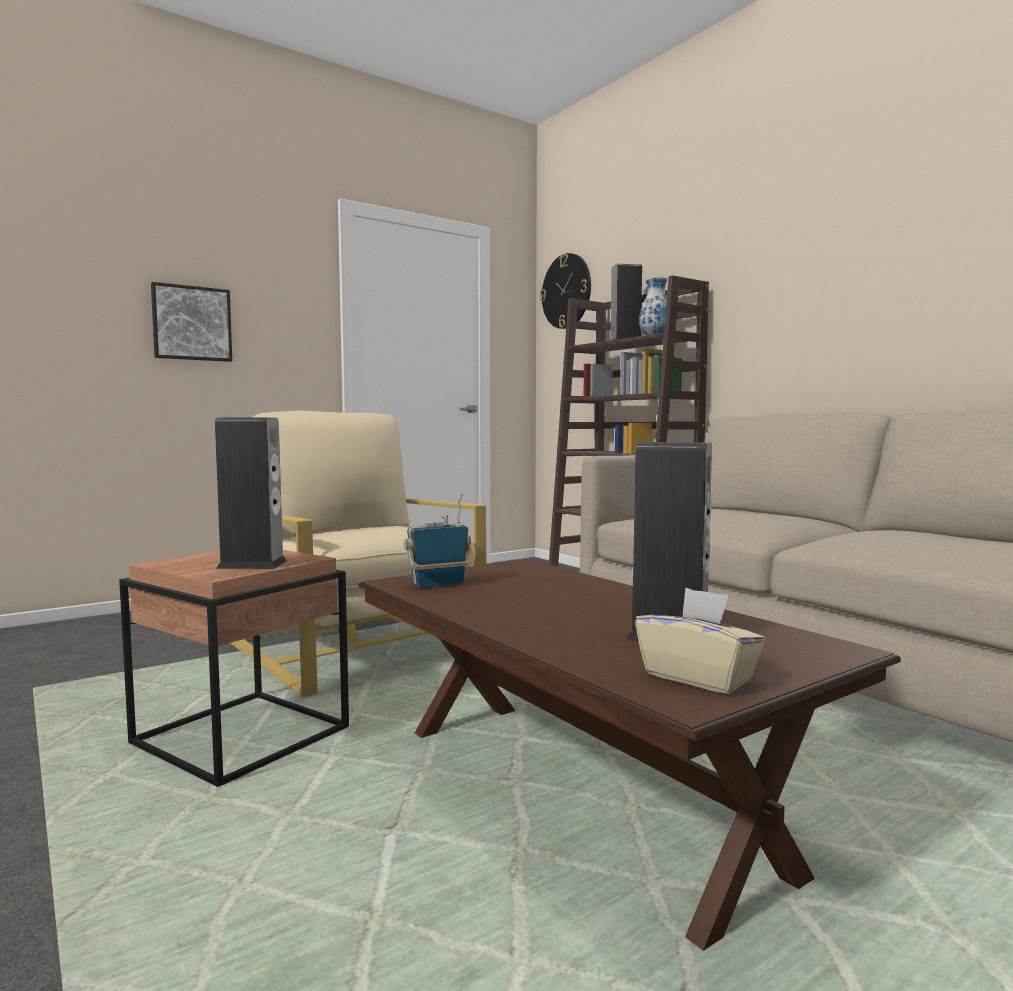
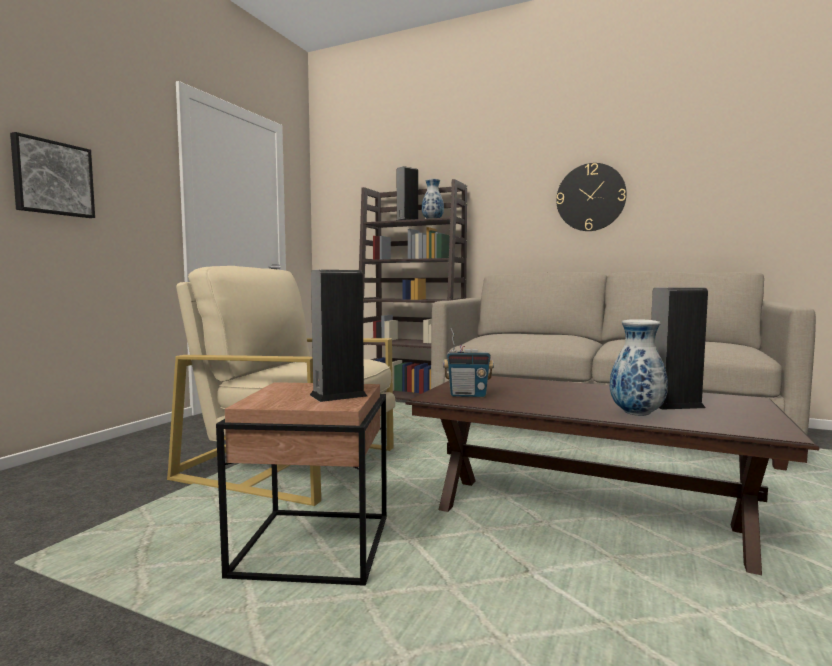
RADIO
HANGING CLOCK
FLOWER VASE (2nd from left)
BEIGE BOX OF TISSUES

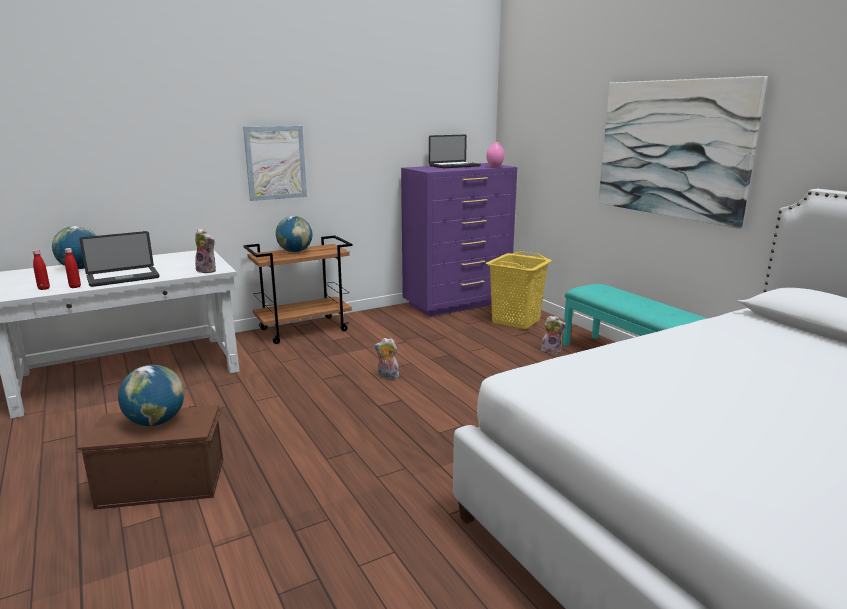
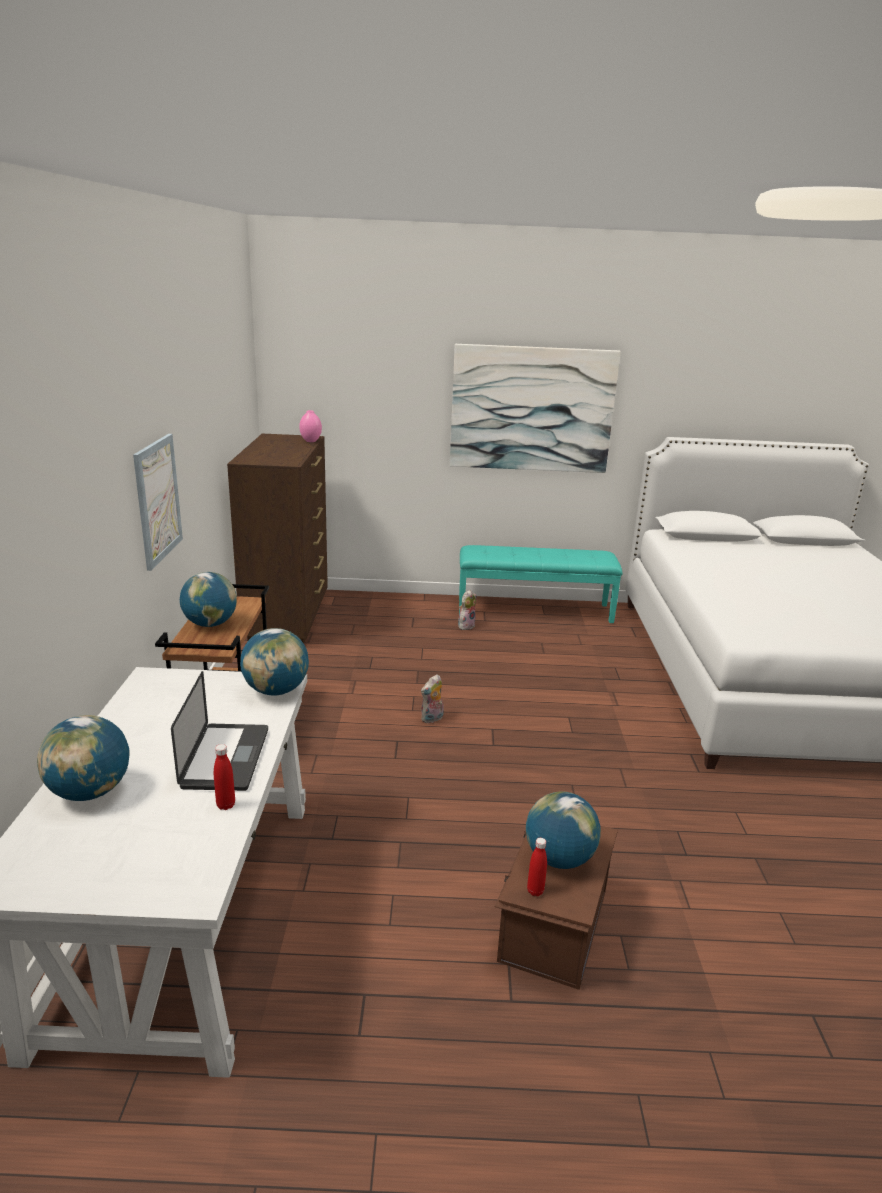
BROWN DRAWER CHEST
DESK GLOBE (3rd from left)
RED-COLOURED DRINK BOTTLE (2nd from left)
PORTABLE COMPUTER (2nd from left in the first image)
YELLOW-COLOURED WASHING BASKET

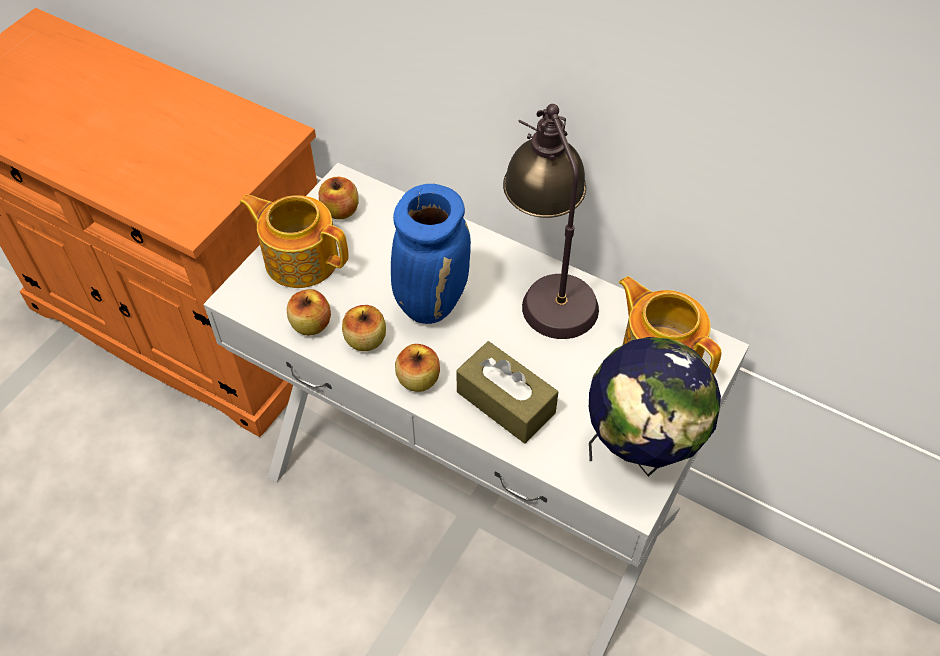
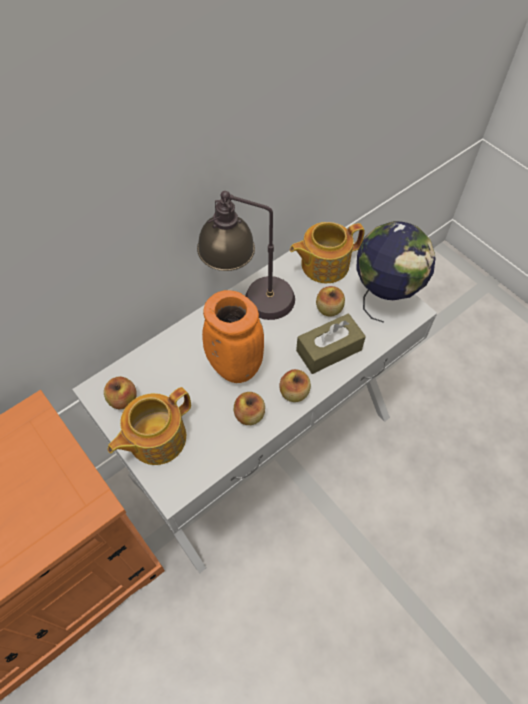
ORANGEY FLOWER VASE
APPLE FRUIT (4th from left)

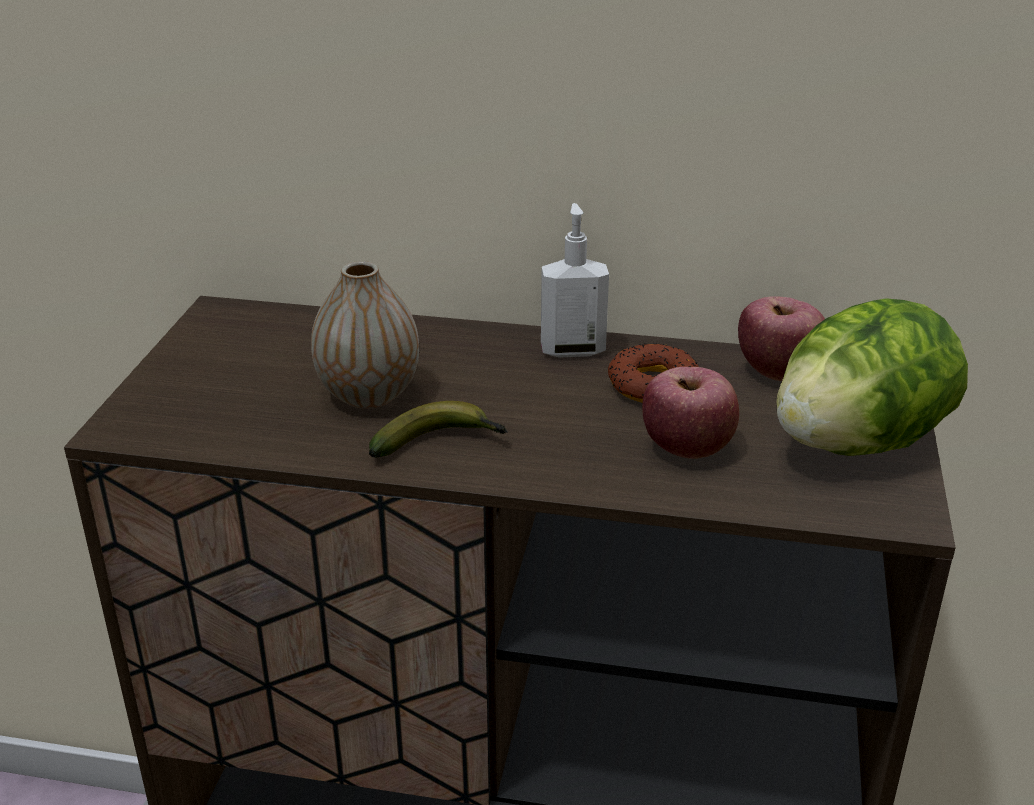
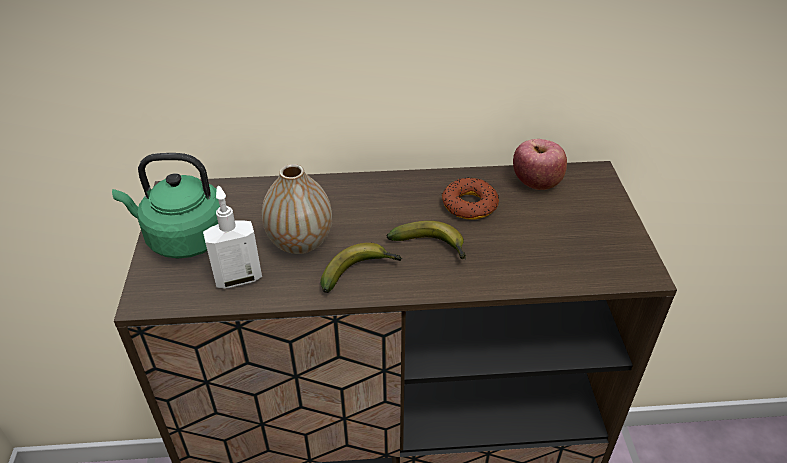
GREEN-COLOURED TEA KETTLE
LIQUID SOAP BOTTLE
WHOLE BANANA (2nd from left)
APPLE FRUIT (1st from left in the first image)
LETTUCE

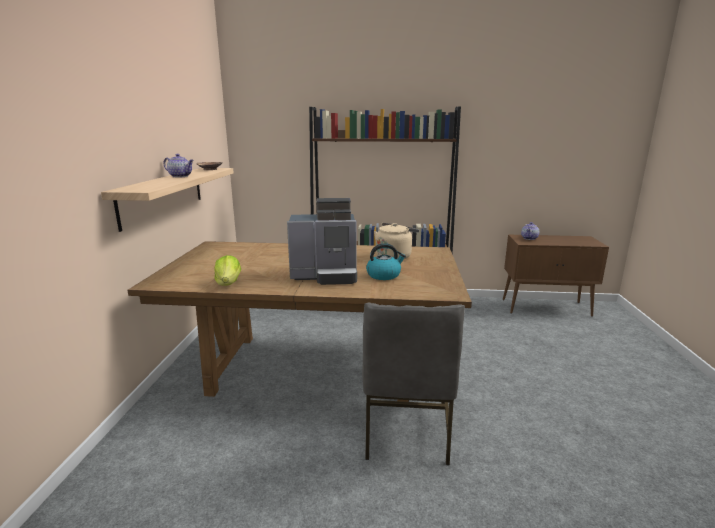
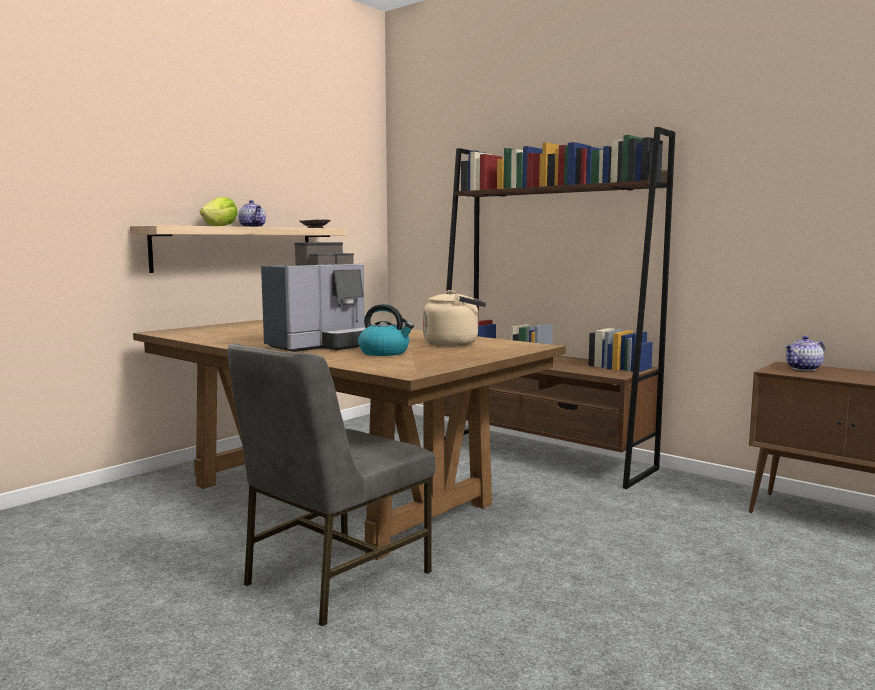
LETTUCE
COFFEE BREWER

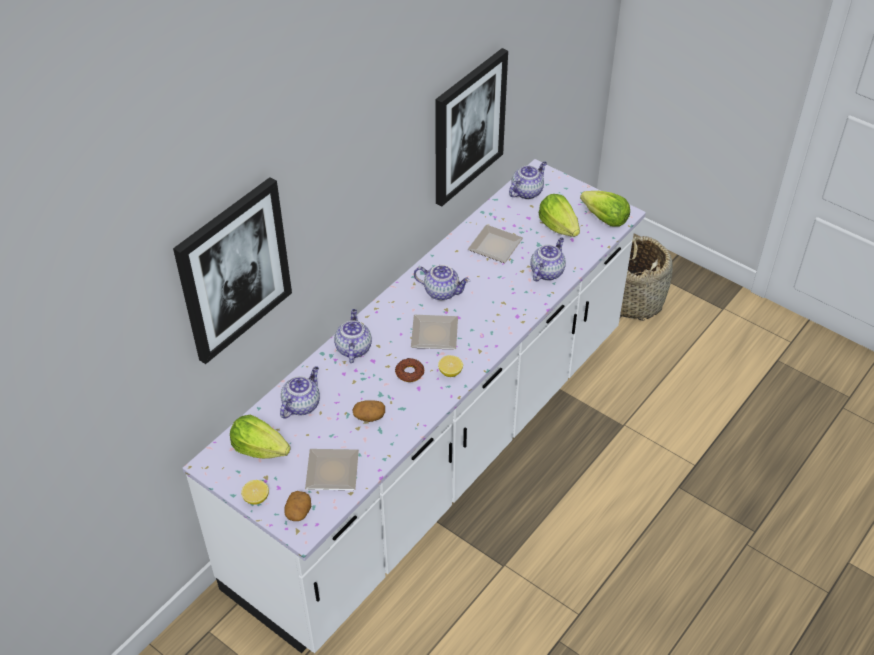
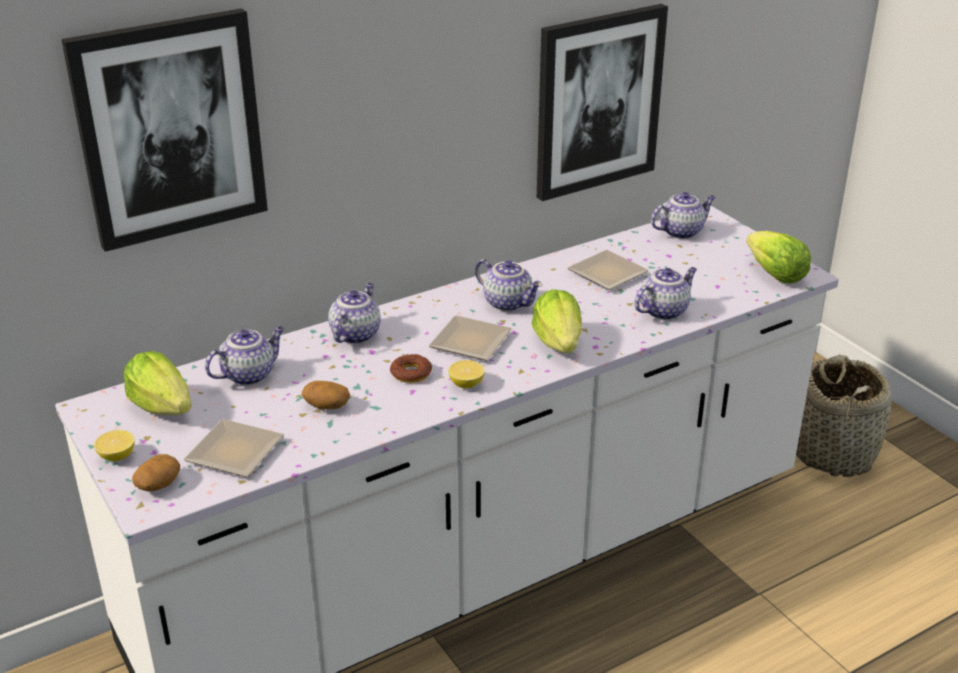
LETTUCE (2nd from left)

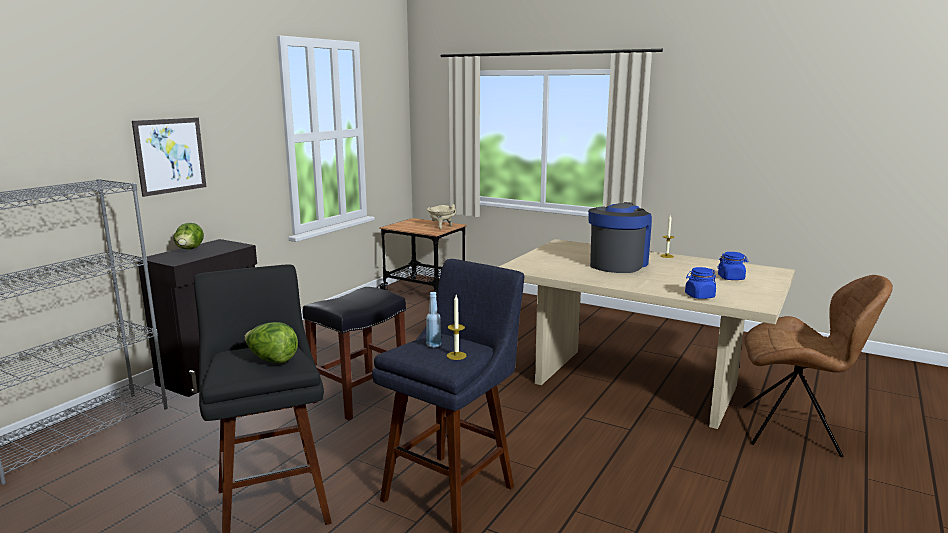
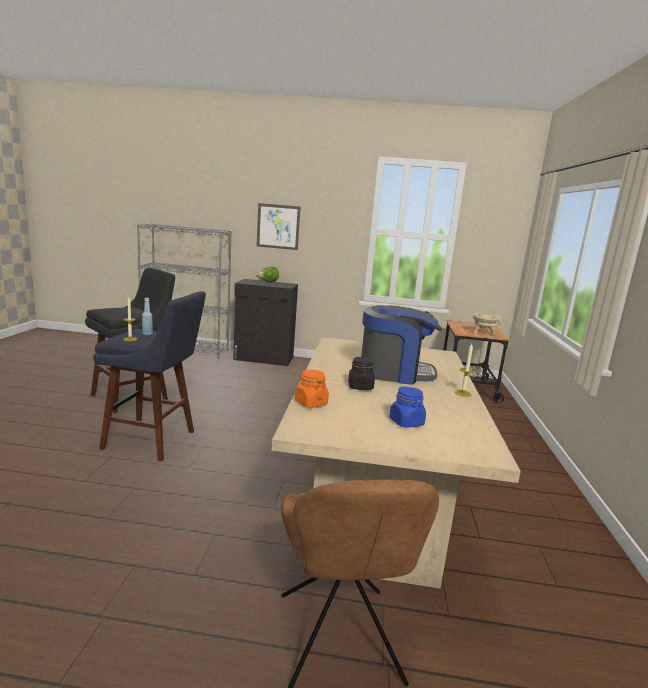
ORANGEY JAR
BLACK-COLOURED JAR
LETTUCE (2nd from left in the first image)
BLACK-COLOURED STOOL (2nd from left in the first image)

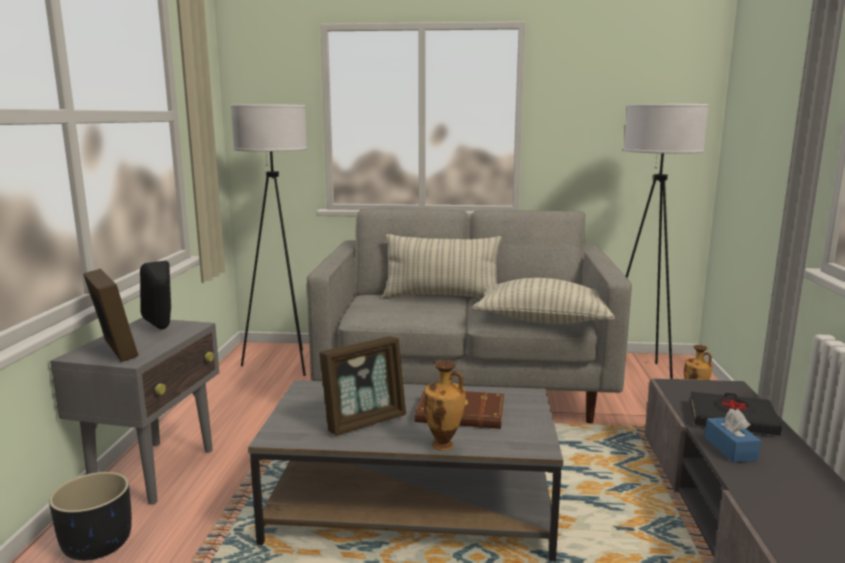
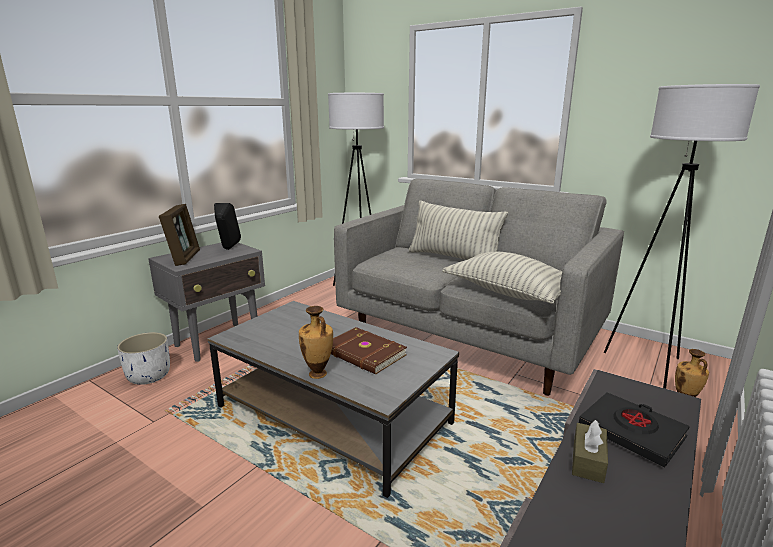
WHITE FLOWER POT
BROWN BOX OF TISSUES
PHOTO FRAME (2nd from left in the first image)

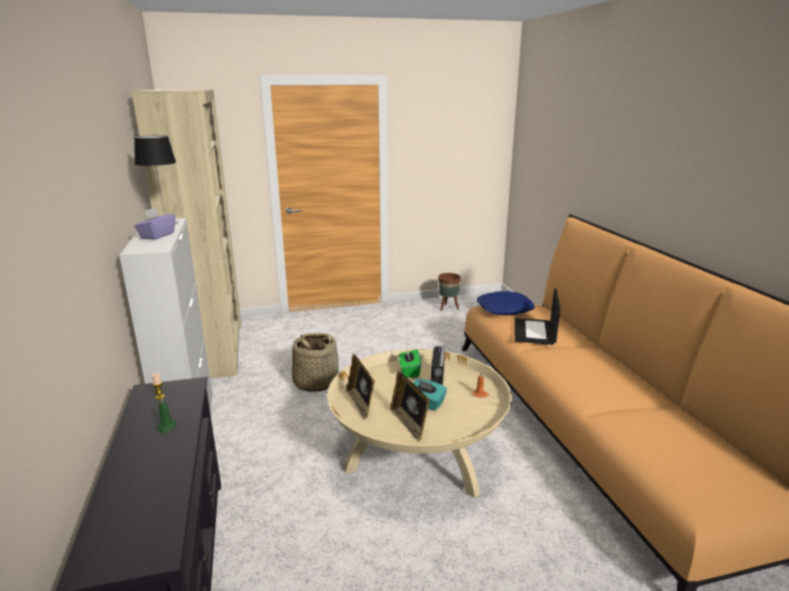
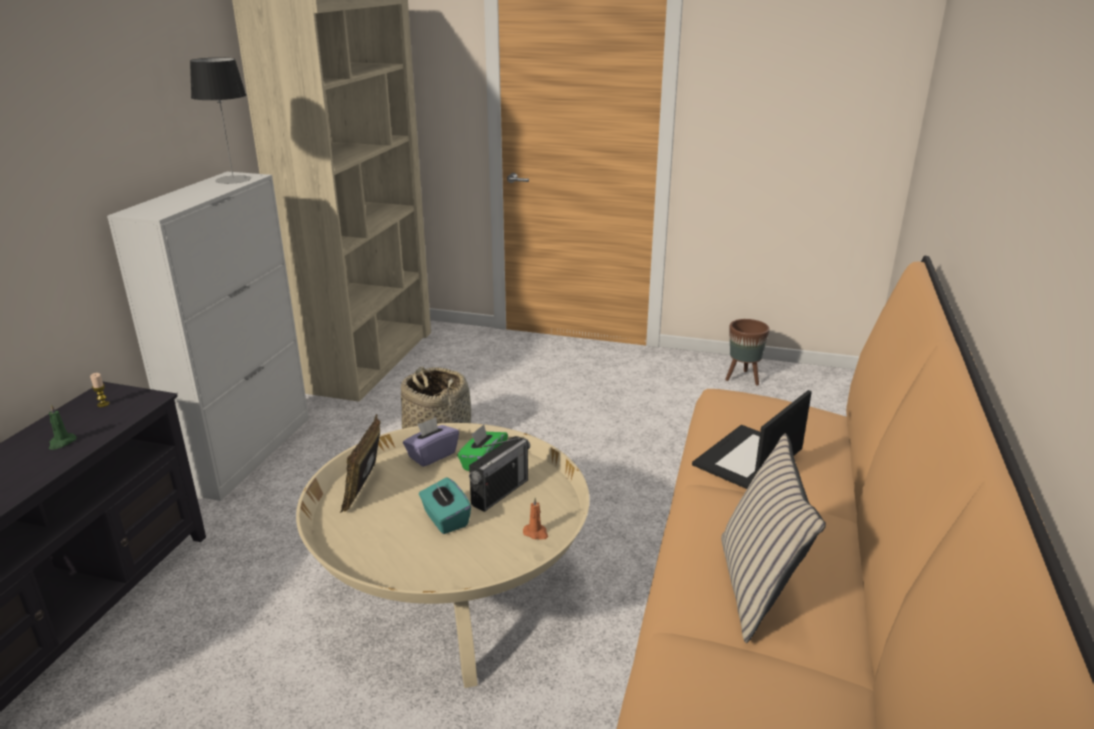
PURPLE-COLOURED BOX OF TISSUES
BEIGE CUSHION
PHOTO FRAME (2nd from left in the first image)
BLUISH CUSHION

